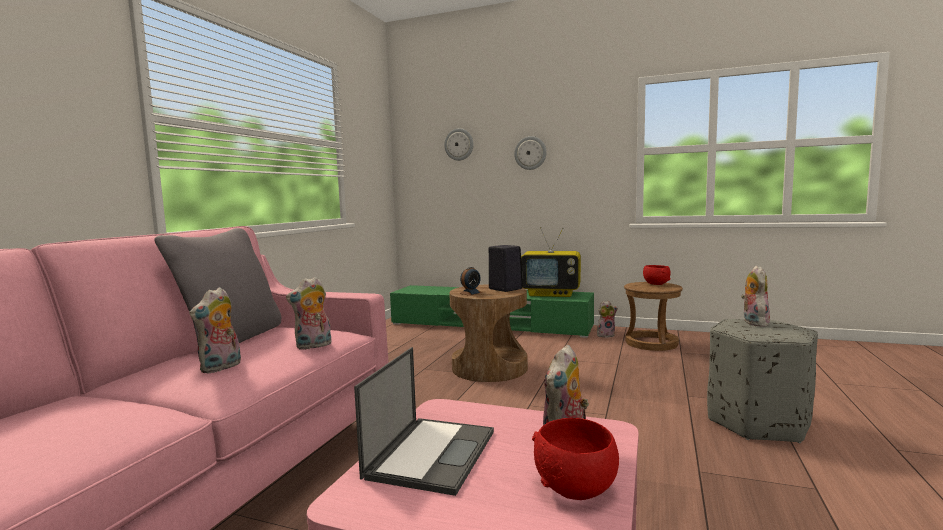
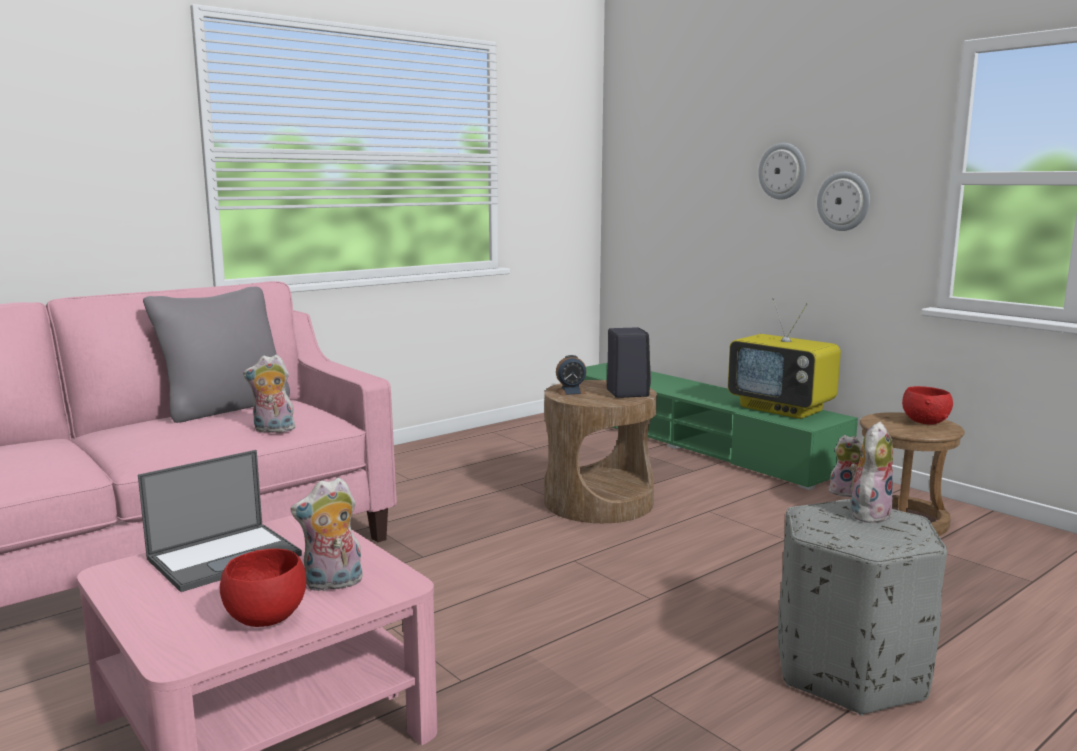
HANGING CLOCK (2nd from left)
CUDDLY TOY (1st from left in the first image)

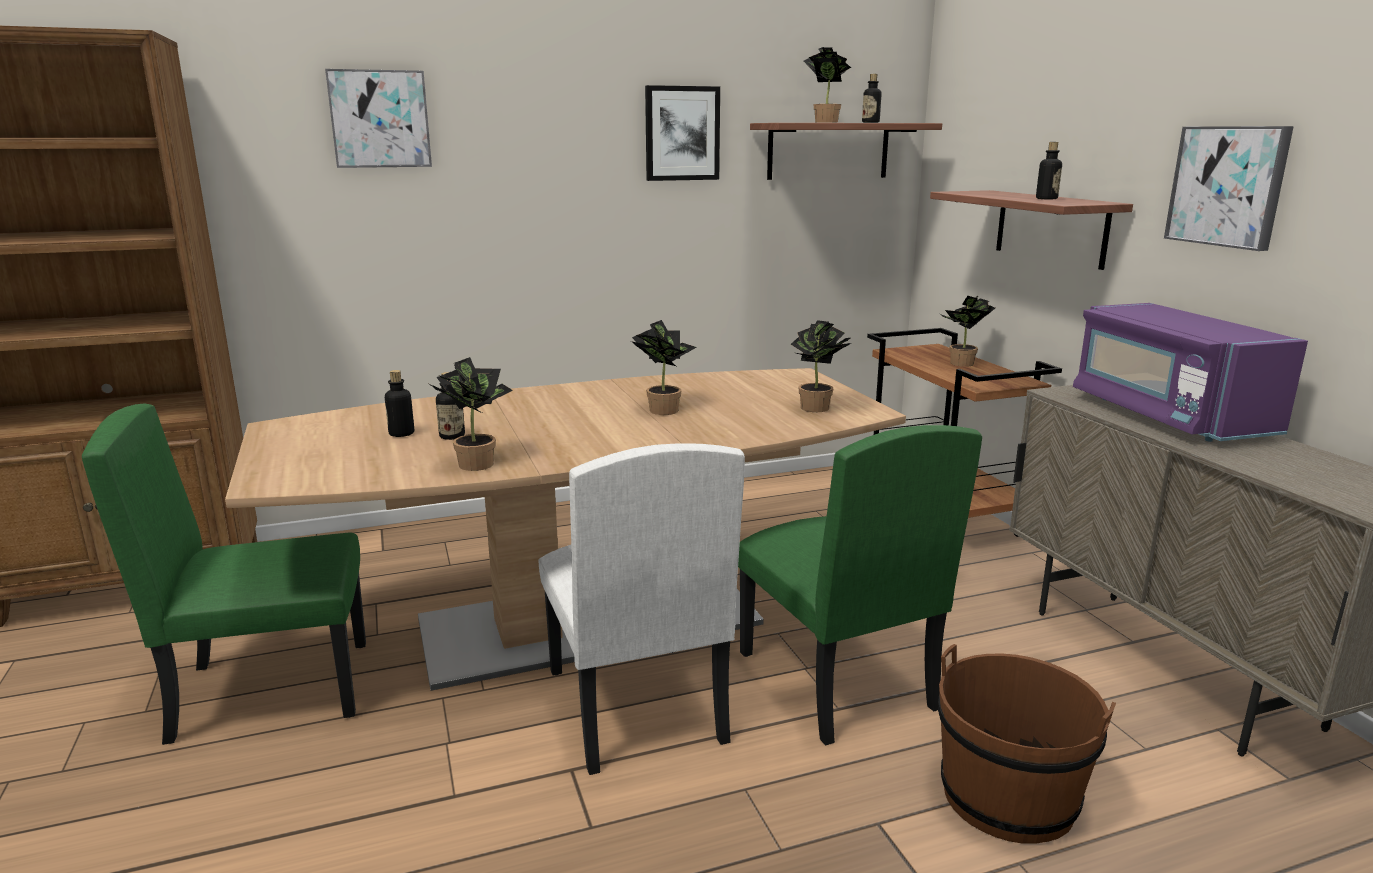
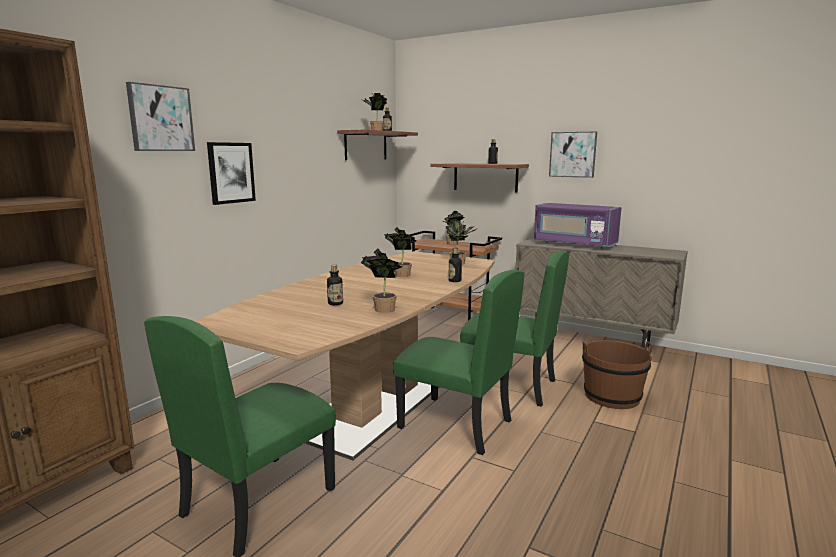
WALL PICTURE (2nd from left)
GREEN-COLOURED CHAIR (2nd from left)
DRINK BOTTLE (3rd from left)

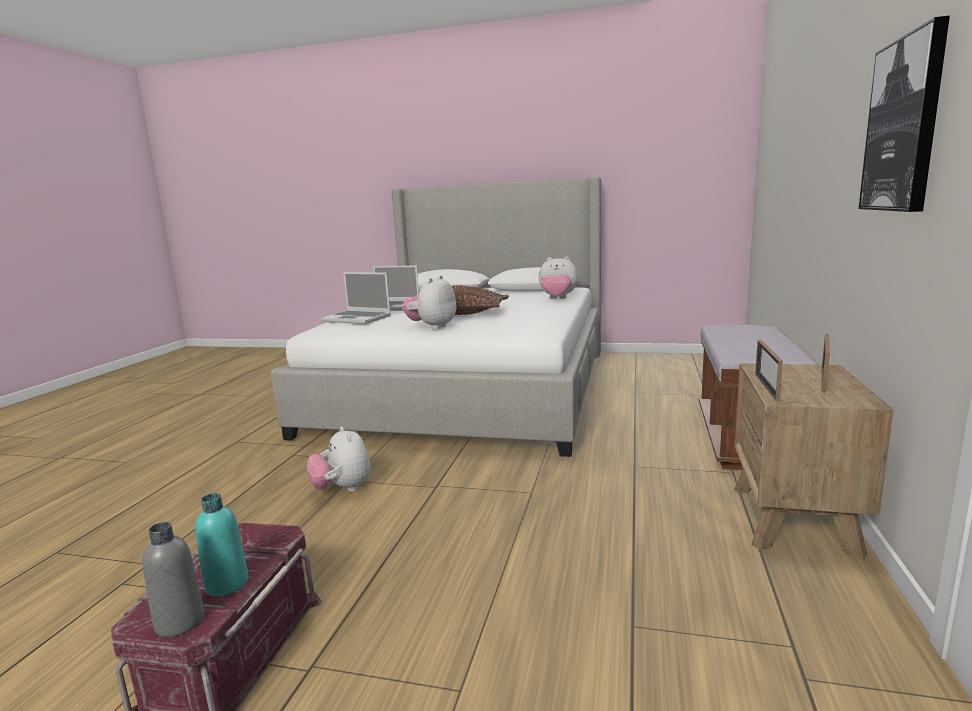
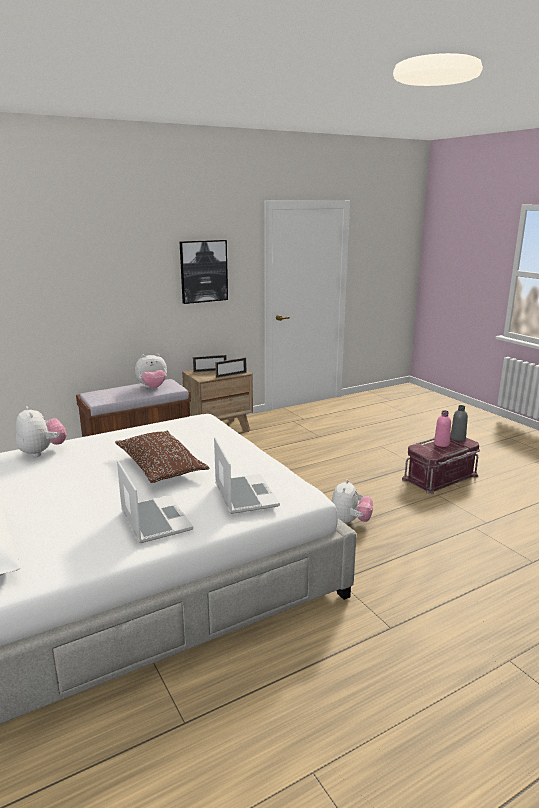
CUDDLY TOY (2nd from left)
PINKISH DRINK BOTTLE

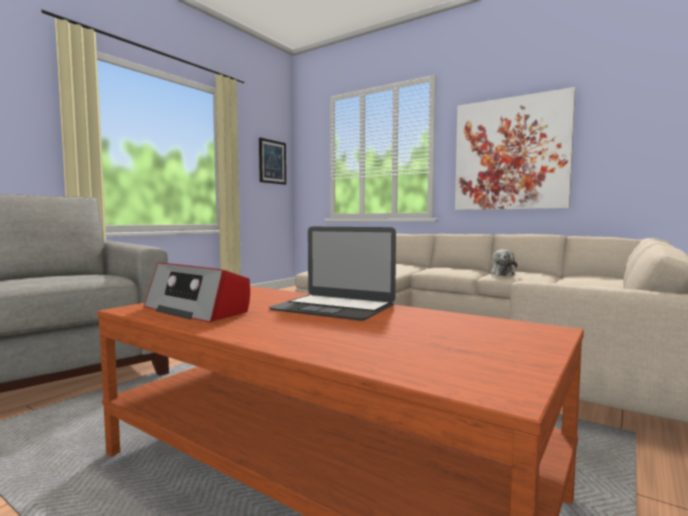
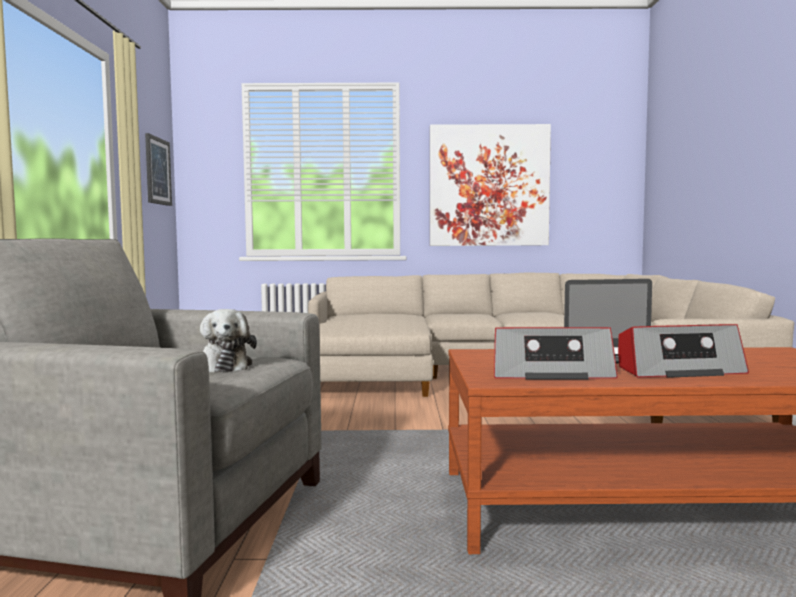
CUDDLY TOY
RADIO (2nd from left)

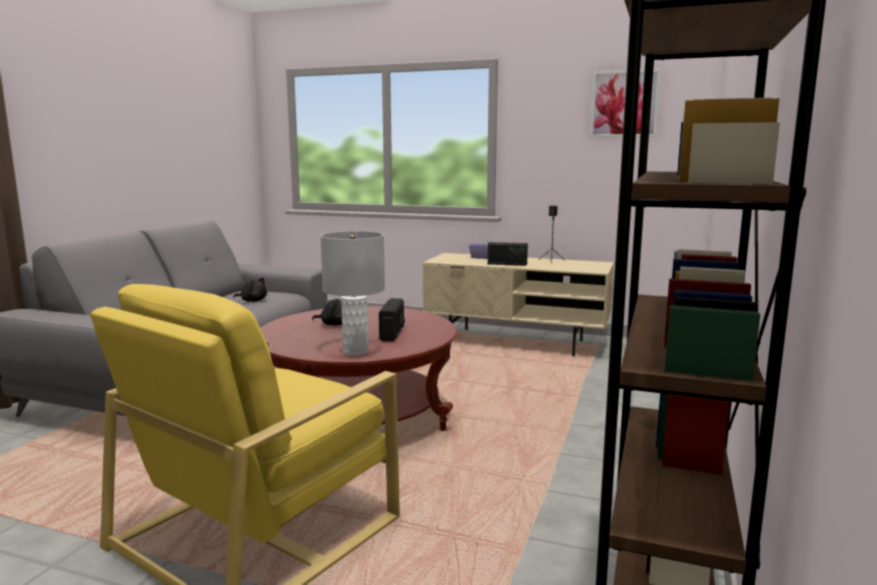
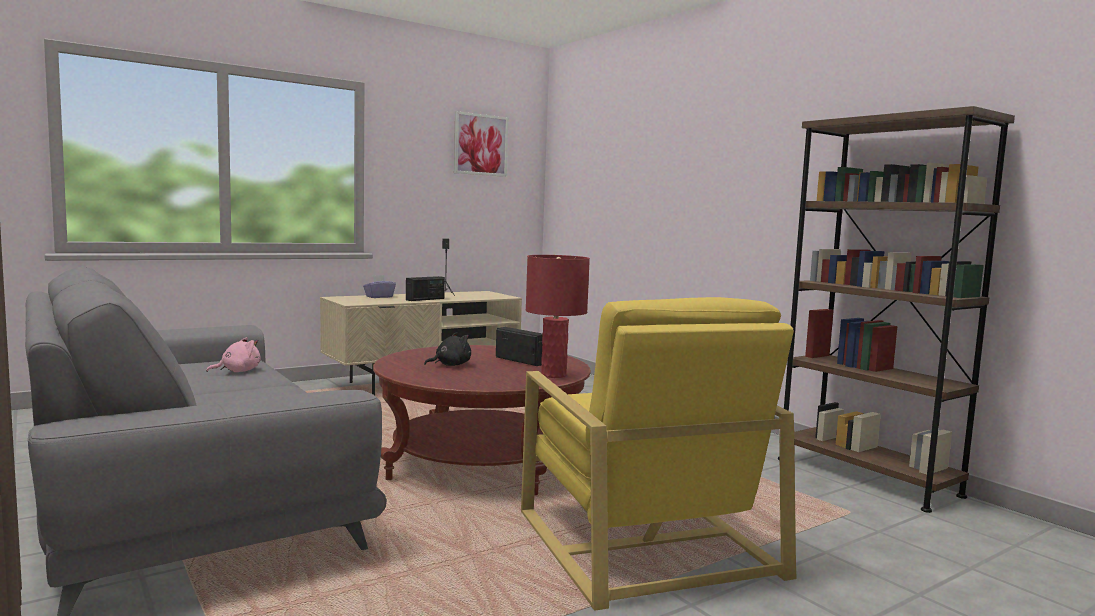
PINKISH CUDDLY TOY
RED-COLOURED TABLETOP LAMP

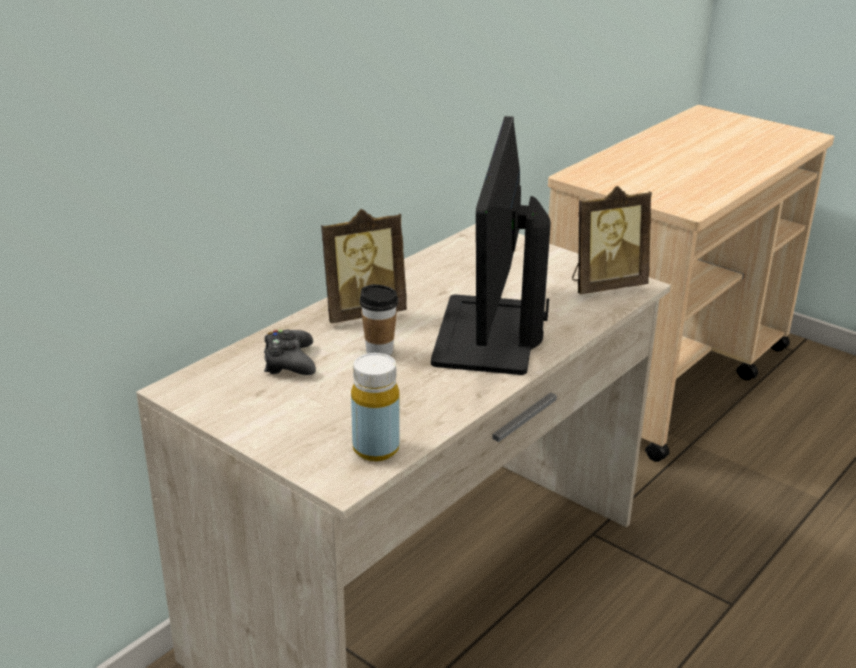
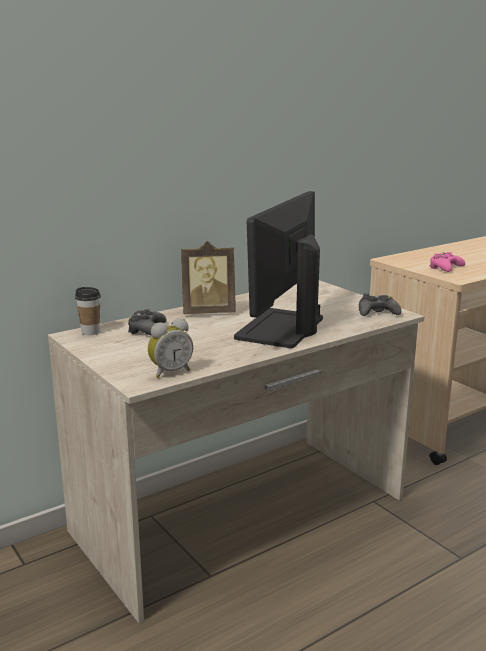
SMALL CUP
ALARM CLOCK
BLACK-COLOURED JOYPAD (2nd from left)
PINKISH JOYPAD

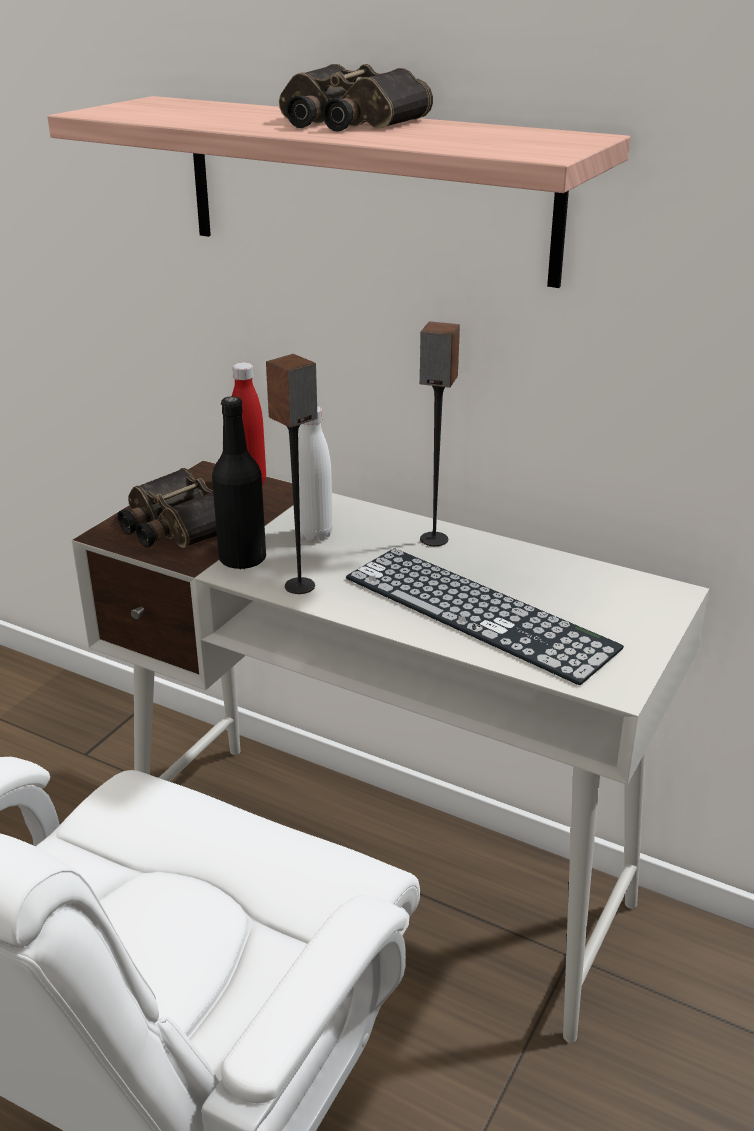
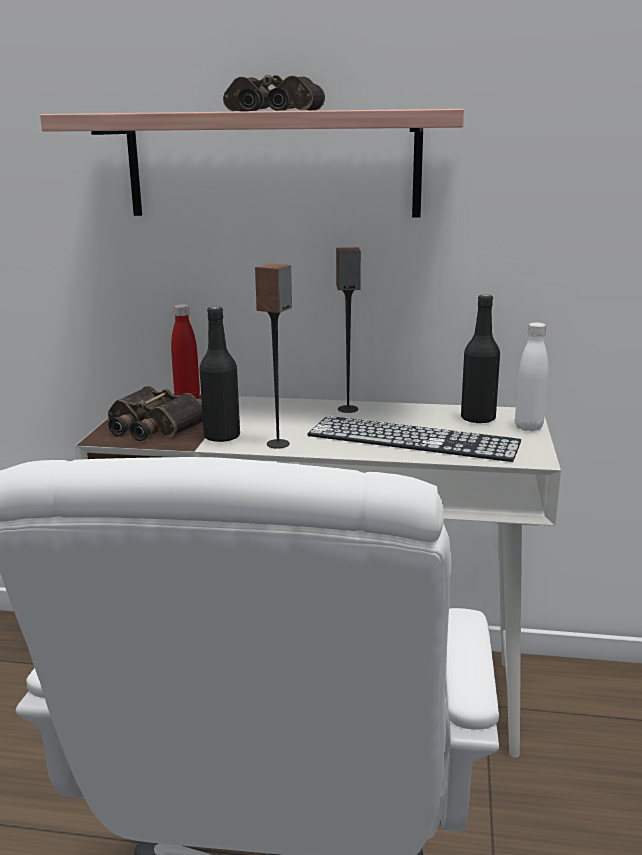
BLACK-COLOURED DRINK BOTTLE (2nd from left)
WHITE DRINK BOTTLE

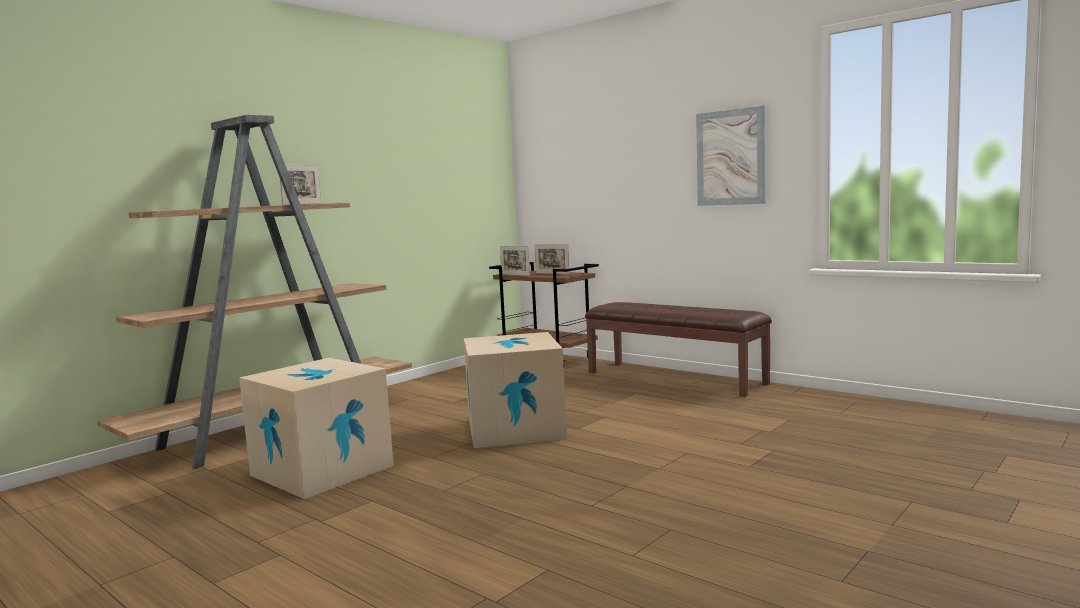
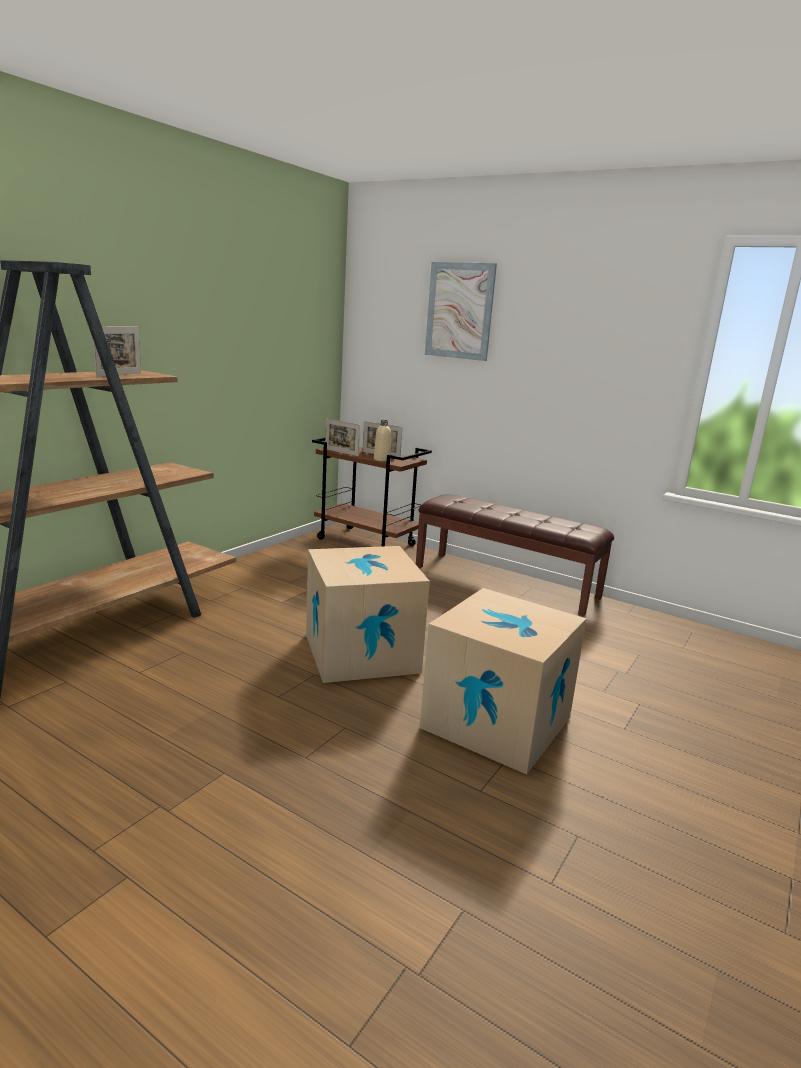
BEIGE DRINK BOTTLE
CARTON (2nd from left)
WALL PICTURE

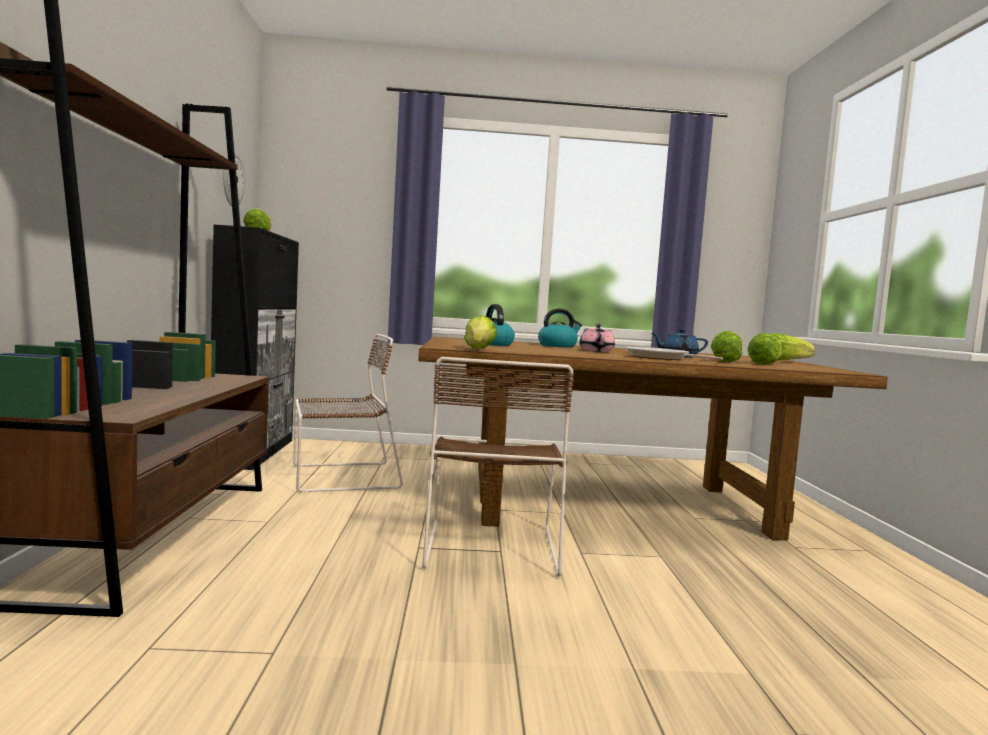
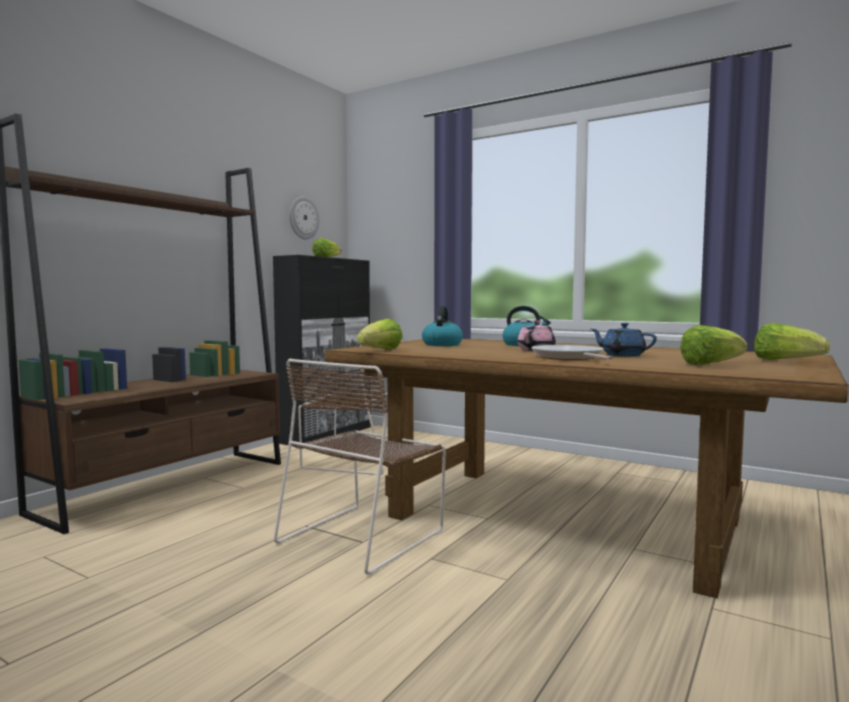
LETTUCE (3rd from left in the first image)

